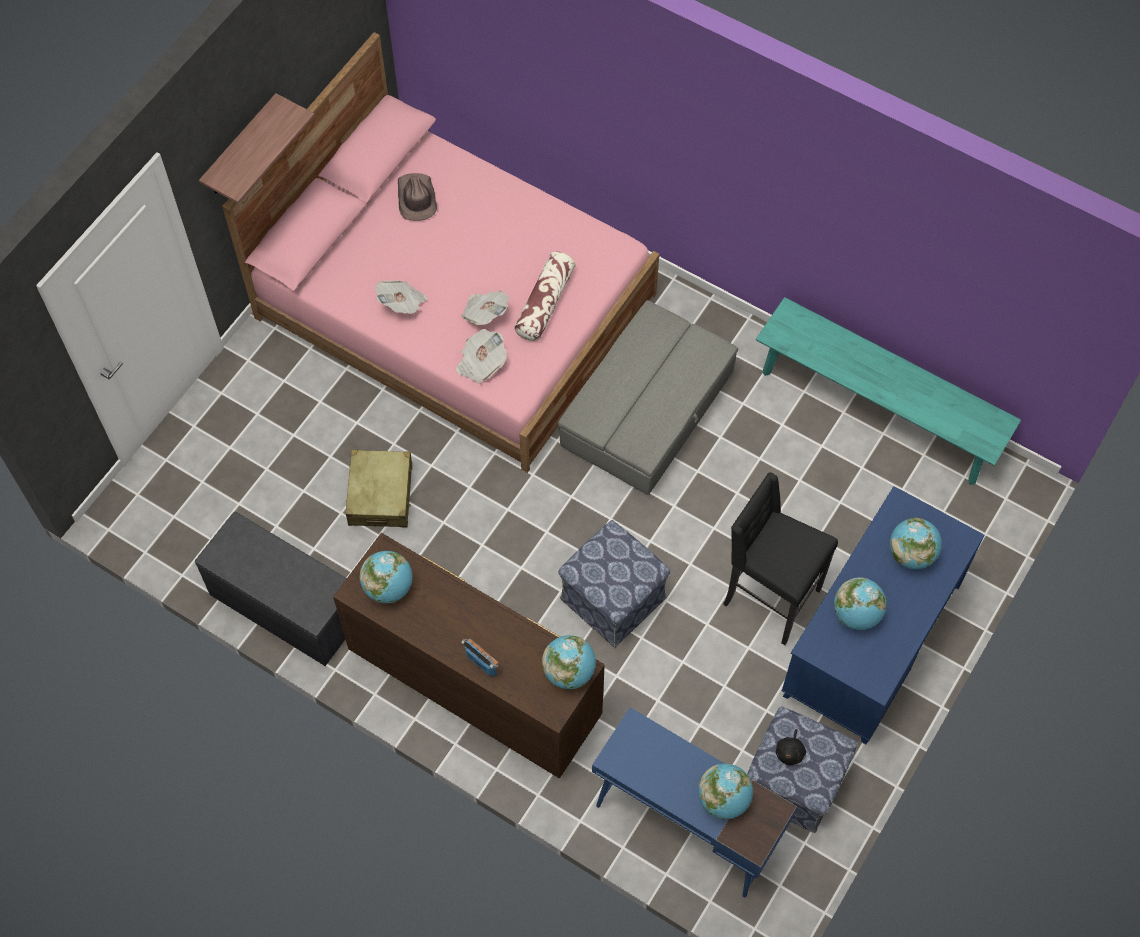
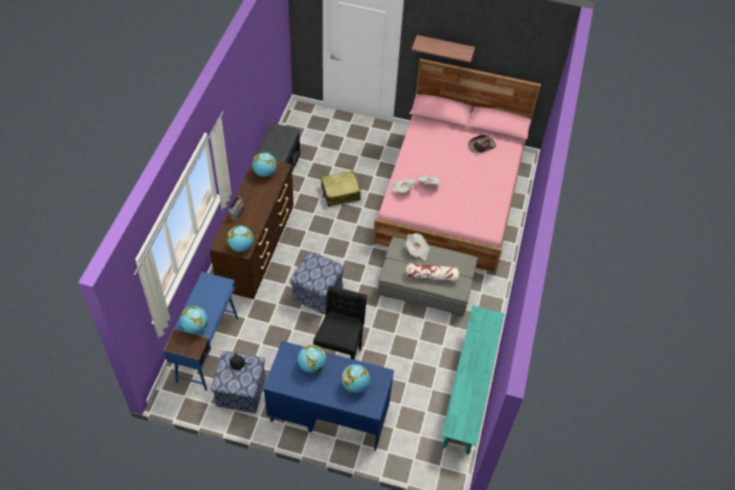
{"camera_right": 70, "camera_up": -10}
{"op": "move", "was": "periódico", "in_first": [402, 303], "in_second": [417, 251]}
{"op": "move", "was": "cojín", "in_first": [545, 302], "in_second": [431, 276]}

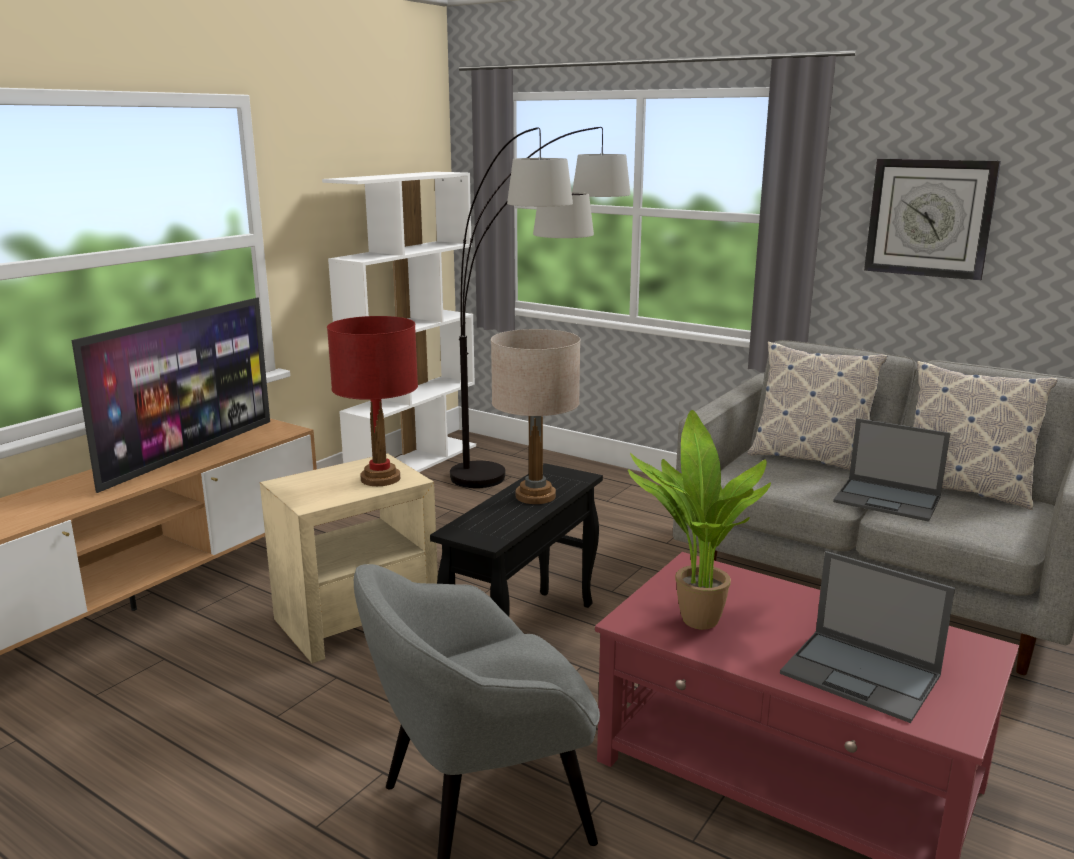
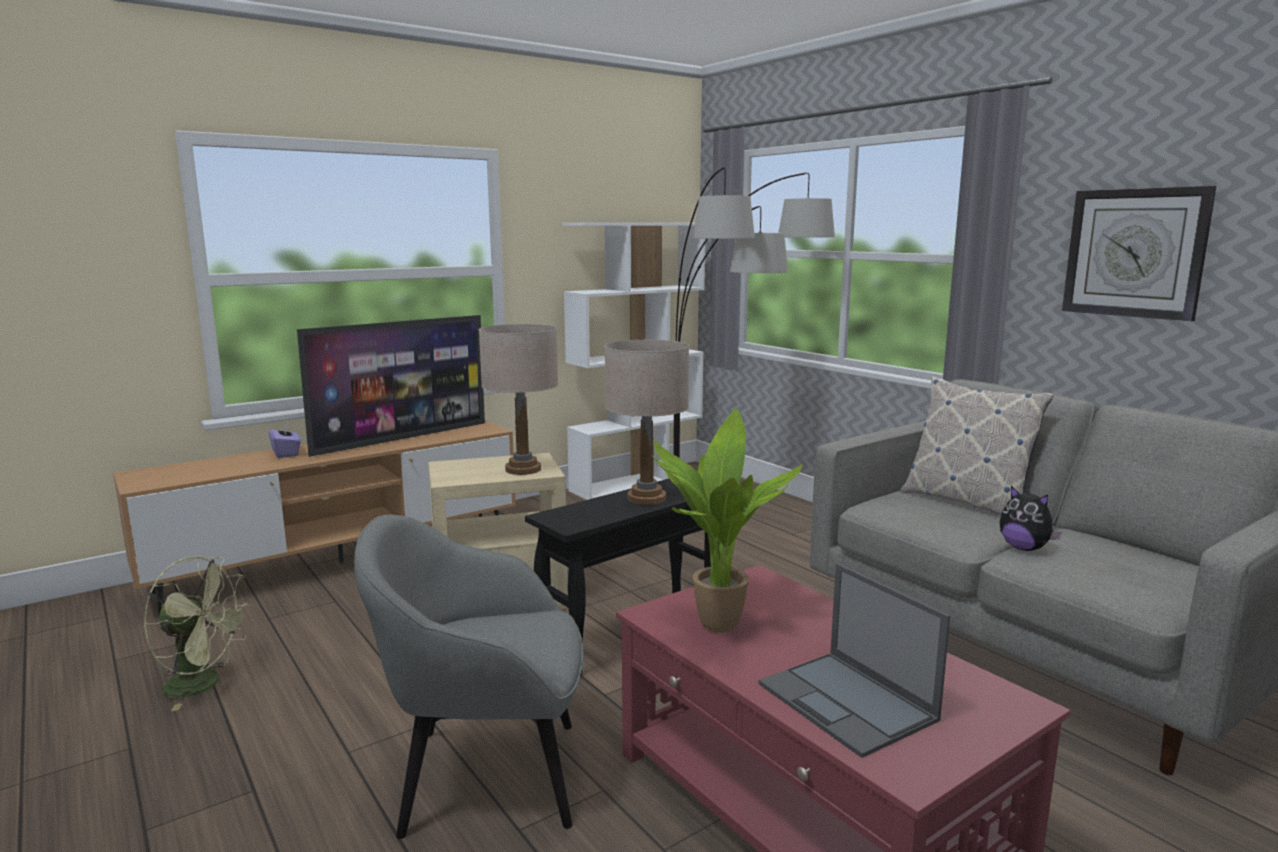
{"camera_right": 20, "camera_up": -5}
{"op": "delete", "was": "cojín", "in_first": [962, 489]}
{"op": "insert", "now": "ventilador [verde]", "in_second": [203, 685]}
{"op": "insert", "now": "caja de pañuelos [morado]", "in_second": [286, 453]}
{"op": "replace", "was": "portátil", "now": "peluche", "in_first": [888, 500], "in_second": [1024, 548]}
{"op": "recolor", "was": "lámpara de mesa [rojo]", "now": "lámpara de mesa [beis]", "in_first": [380, 479], "in_second": [523, 469]}

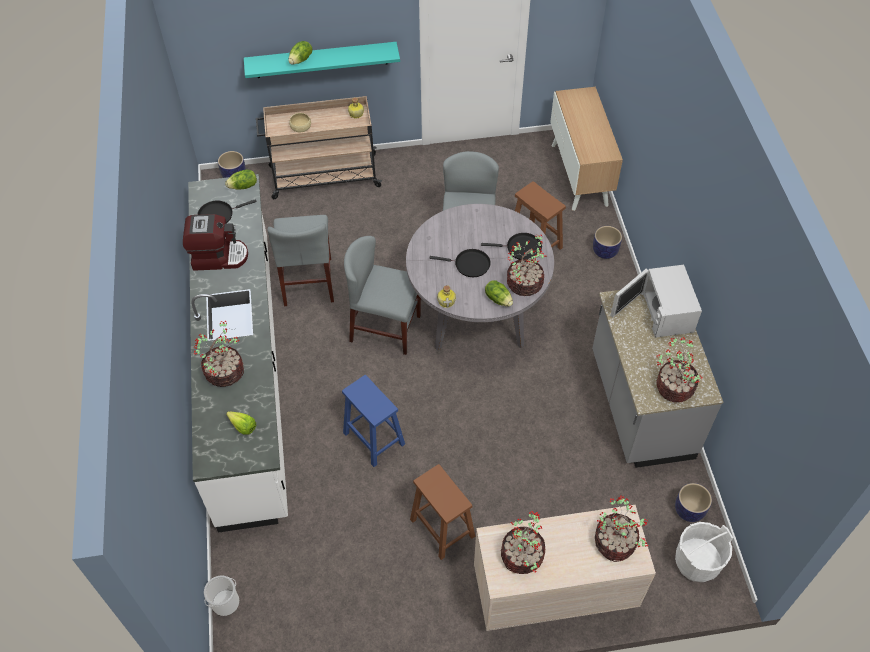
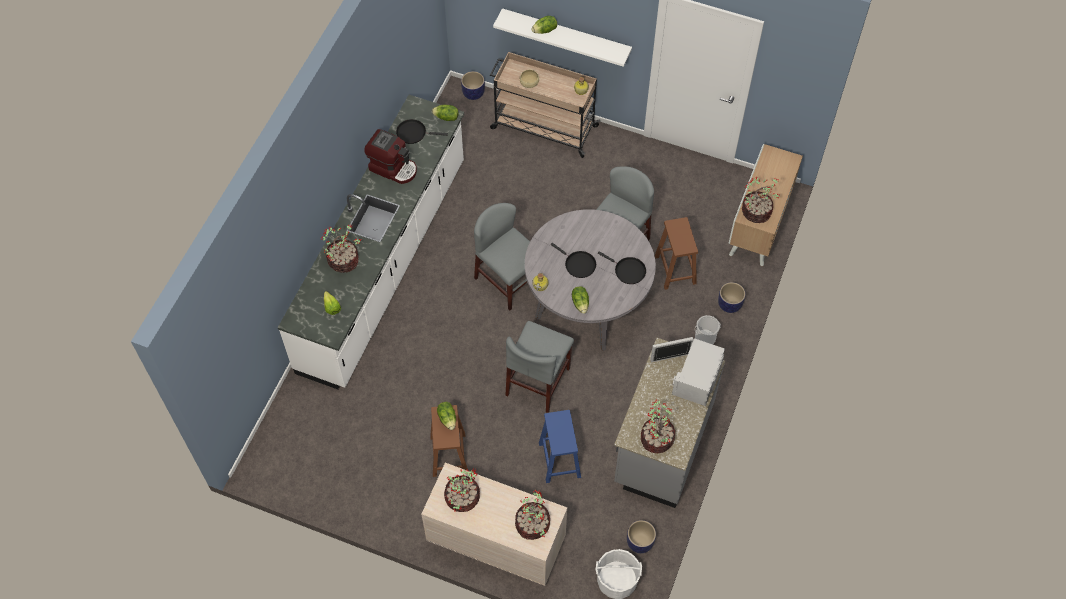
{"camera_right": 30, "camera_up": 5}
{"op": "insert", "now": "lechuga", "in_second": [448, 418]}
{"op": "move", "was": "cubo", "in_first": [225, 603], "in_second": [705, 338]}
{"op": "move", "was": "silla [gris]", "in_first": [308, 281], "in_second": [538, 381]}
{"op": "move", "was": "taburete [azul]", "in_first": [373, 438], "in_second": [559, 459]}
{"op": "move", "was": "planta en maceta", "in_first": [525, 283], "in_second": [757, 212]}
{"op": "recolor", "was": "estante [turquesa]", "now": "estante [blanco]", "in_first": [321, 60], "in_second": [566, 35]}

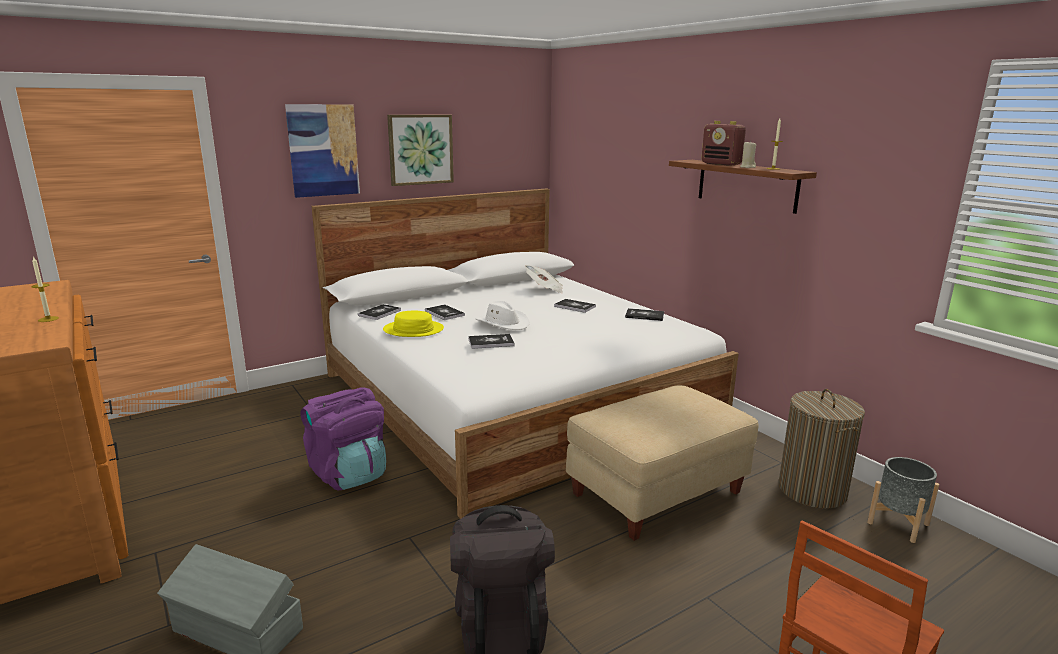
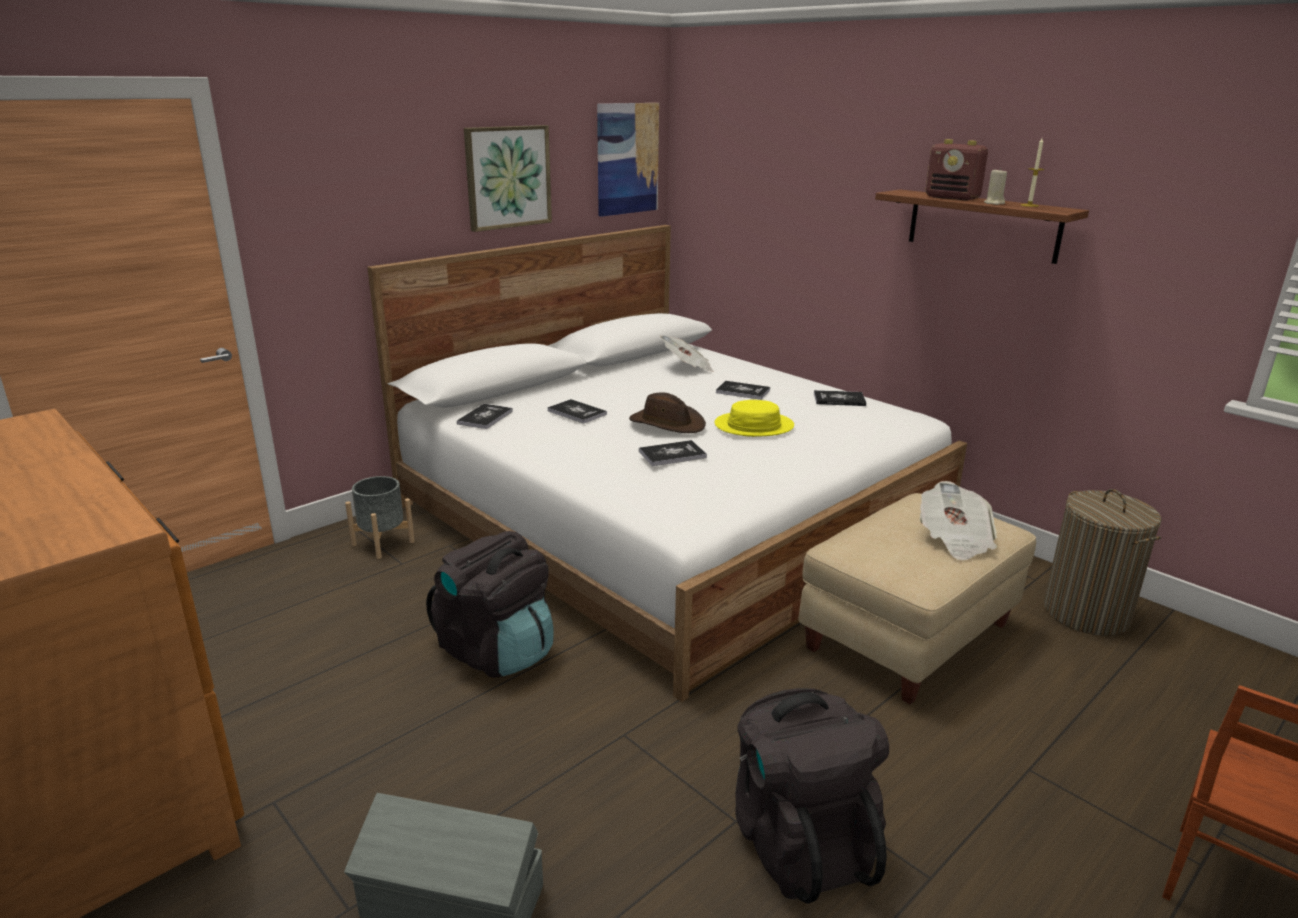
{"camera_right": -10, "camera_up": 5}
{"op": "delete", "was": "vela", "in_first": [48, 319]}
{"op": "insert", "now": "periódico", "in_second": [955, 540]}
{"op": "move", "was": "cuadro", "in_first": [323, 150], "in_second": [627, 159]}
{"op": "move", "was": "sombrero [amarillo]", "in_first": [413, 330], "in_second": [754, 426]}
{"op": "move", "was": "maceta [gris]", "in_first": [898, 524], "in_second": [382, 543]}
{"op": "recolor", "was": "mochila [morado]", "now": "mochila [negro]", "in_first": [348, 474], "in_second": [497, 651]}
{"op": "recolor", "was": "sombrero [blanco]", "now": "sombrero [marrón]", "in_first": [503, 323], "in_second": [667, 423]}

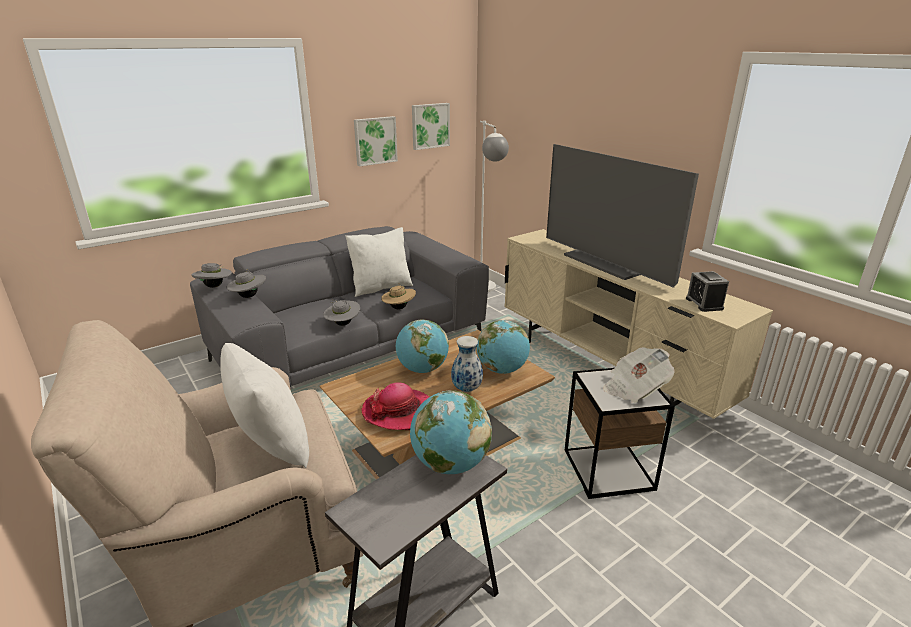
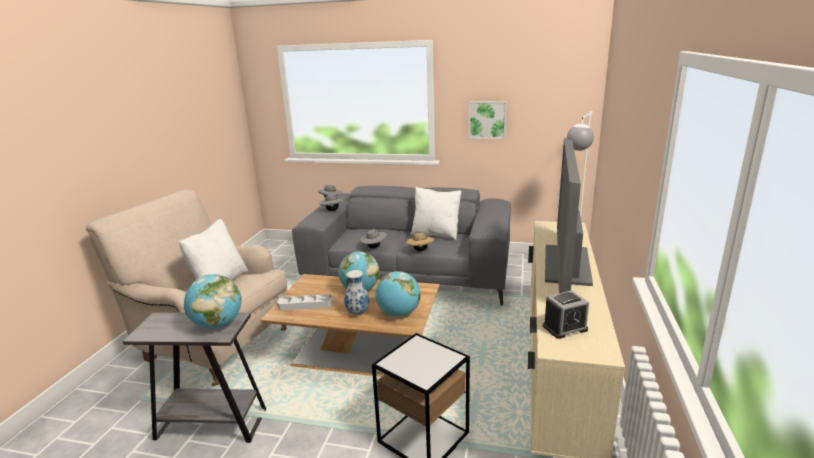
{"camera_right": 50, "camera_up": -5}
{"op": "delete", "was": "cuadro", "in_first": [430, 126]}
{"op": "delete", "was": "periódico", "in_first": [634, 388]}
{"op": "replace", "was": "sombrero", "now": "bandeja [gris]", "in_first": [399, 412], "in_second": [305, 305]}
{"op": "rotate", "was": "despertador", "in_first": [704, 304], "in_second": [564, 328], "clockwise": -150}

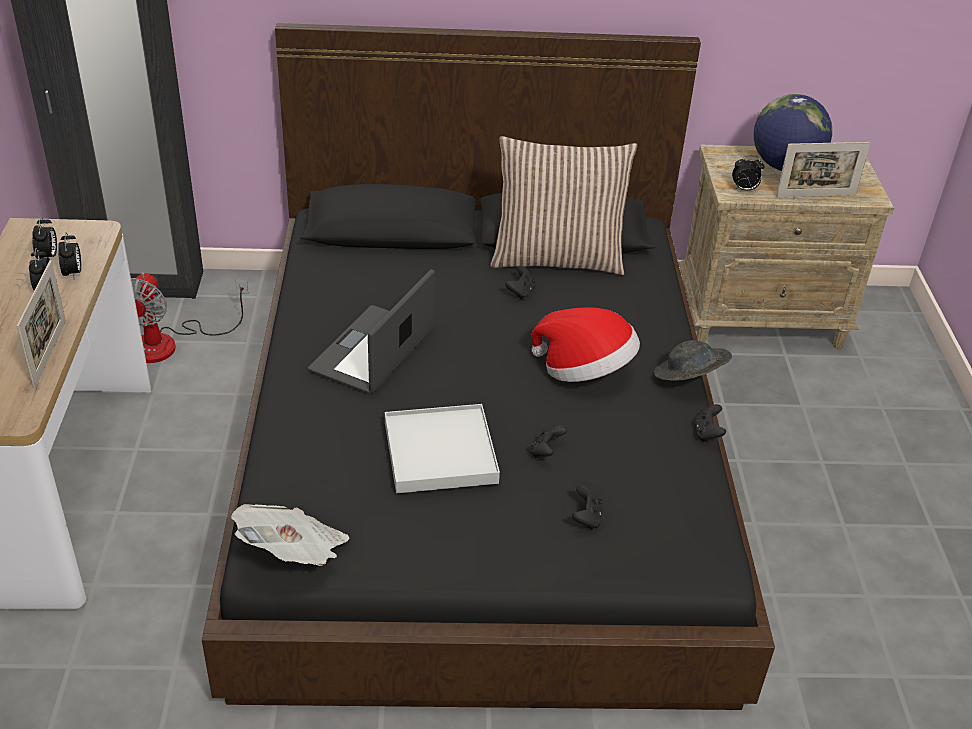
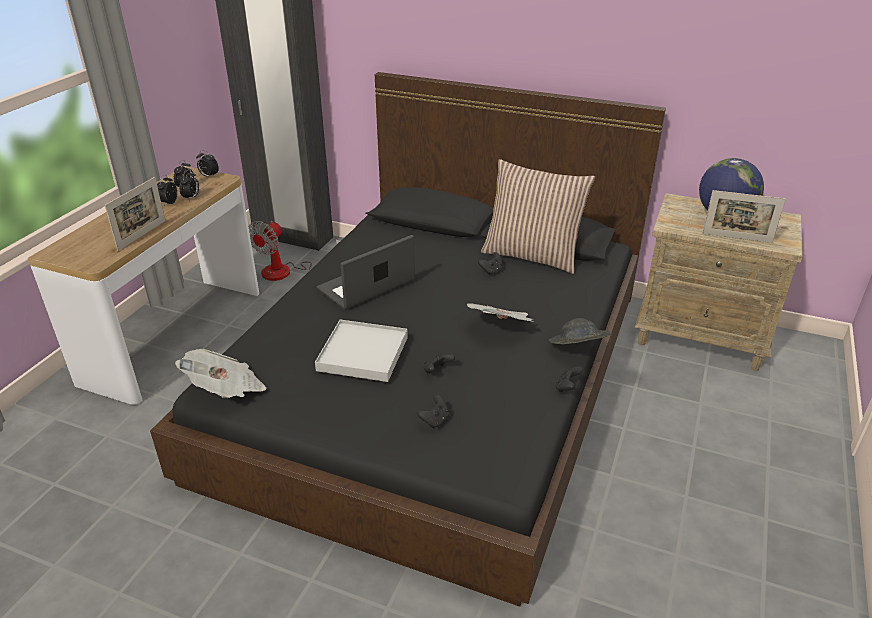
{"camera_right": 25, "camera_up": -5}
{"op": "move", "was": "despertador", "in_first": [744, 189], "in_second": [209, 176]}
{"op": "replace", "was": "sombrero", "now": "periódico", "in_first": [584, 371], "in_second": [502, 327]}

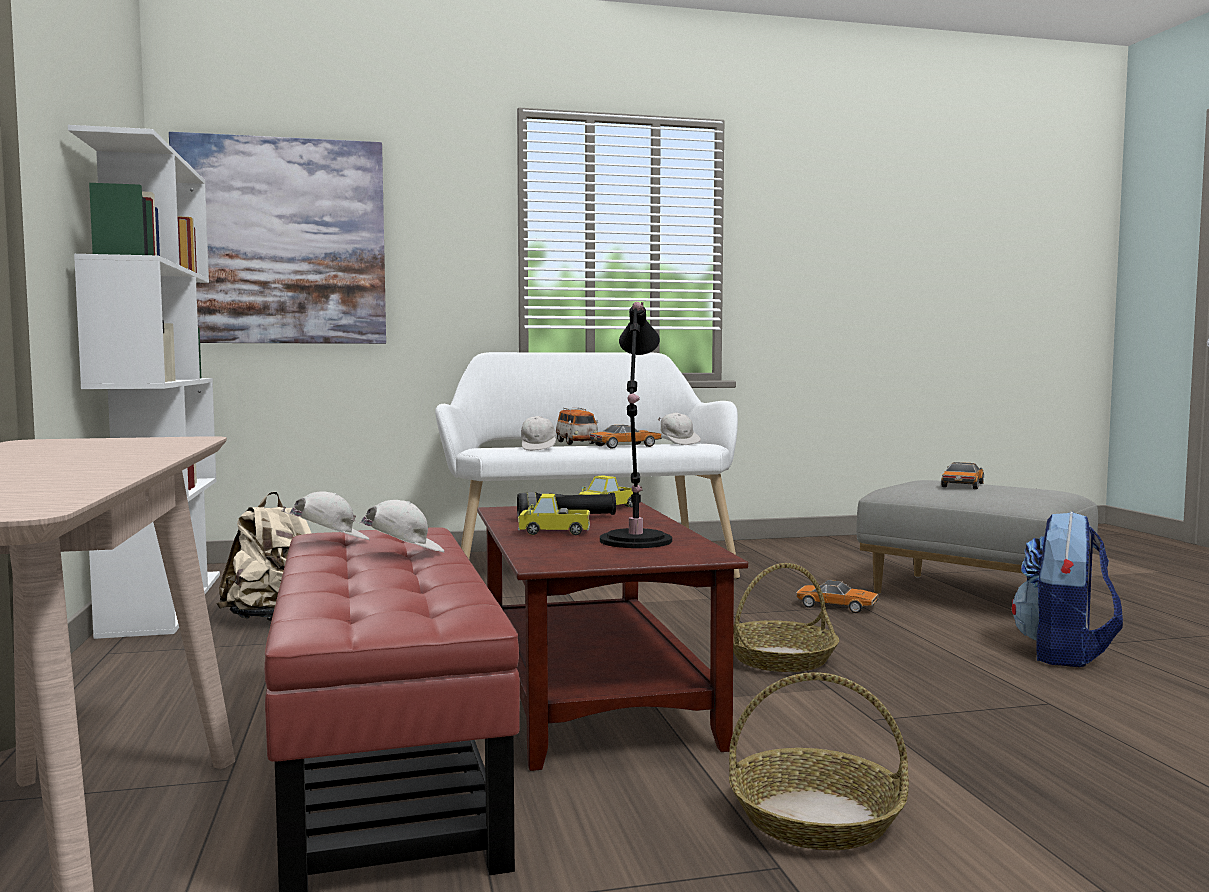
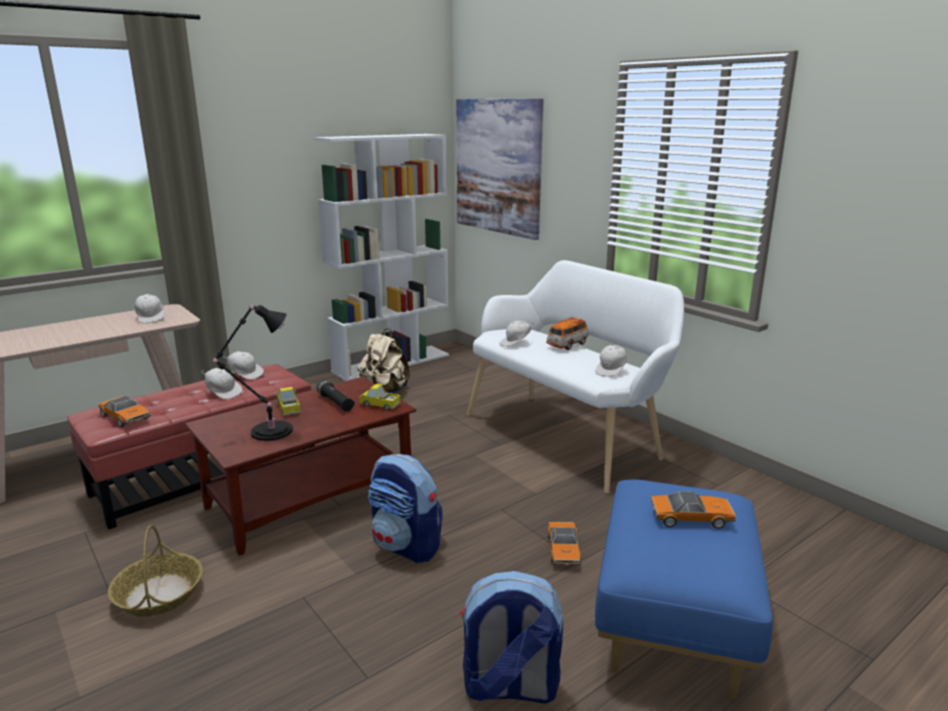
{"camera_right": 65, "camera_up": 15}
{"op": "insert", "now": "gorra [blanco]", "in_second": [151, 318]}
{"op": "move", "was": "coche de juguete", "in_first": [625, 446], "in_second": [125, 417]}
{"op": "replace", "was": "cesta", "now": "mochila", "in_first": [780, 659], "in_second": [406, 546]}
{"op": "recolor", "was": "puf [gris]", "now": "puf [azul]", "in_first": [971, 597], "in_second": [671, 621]}

